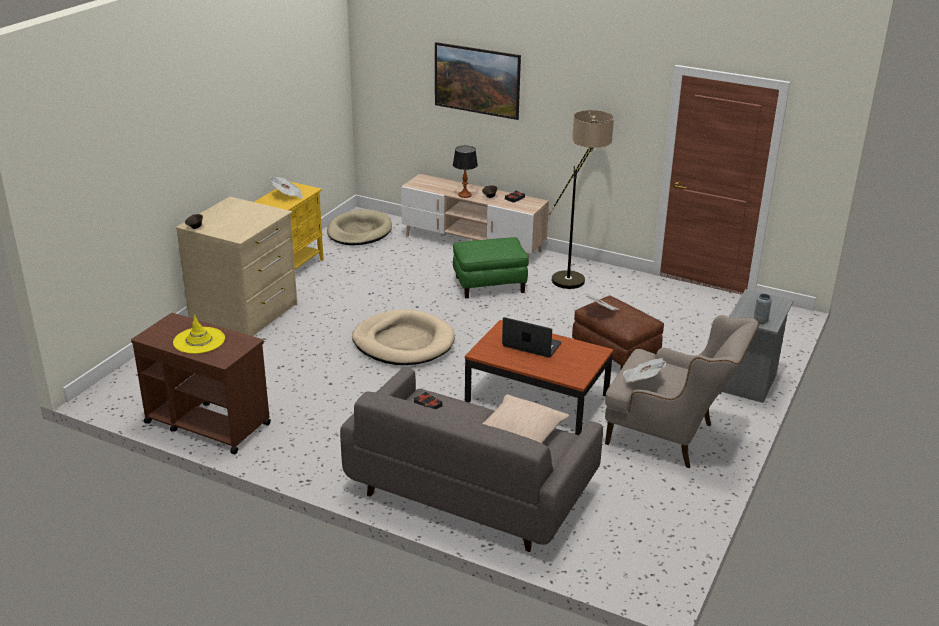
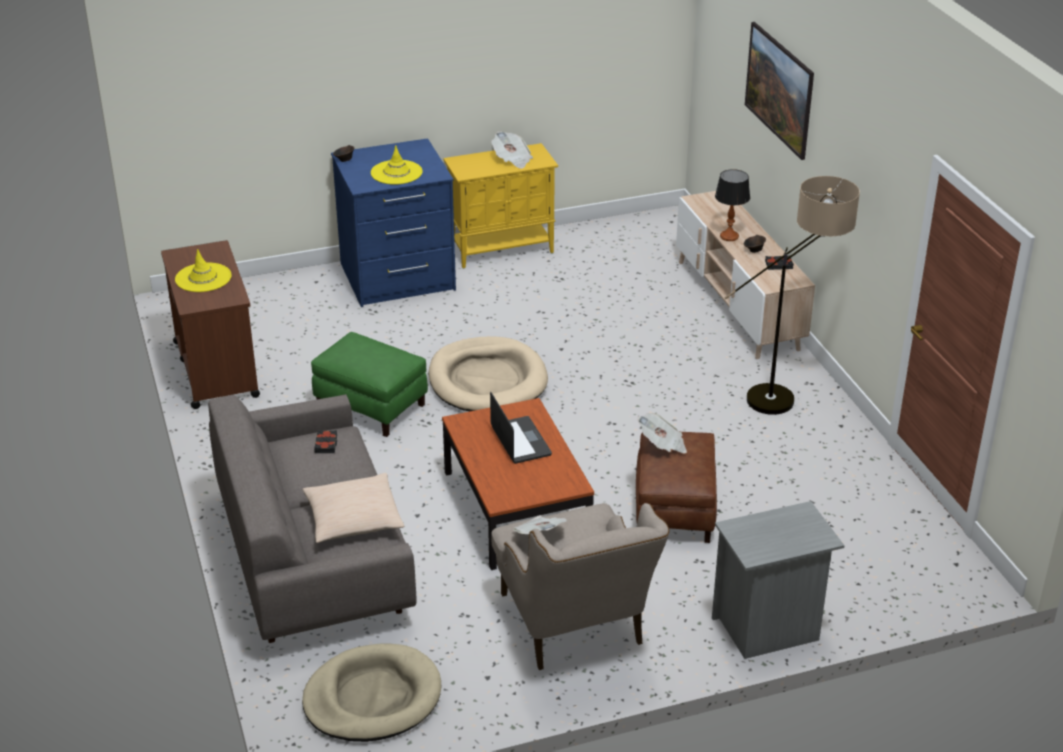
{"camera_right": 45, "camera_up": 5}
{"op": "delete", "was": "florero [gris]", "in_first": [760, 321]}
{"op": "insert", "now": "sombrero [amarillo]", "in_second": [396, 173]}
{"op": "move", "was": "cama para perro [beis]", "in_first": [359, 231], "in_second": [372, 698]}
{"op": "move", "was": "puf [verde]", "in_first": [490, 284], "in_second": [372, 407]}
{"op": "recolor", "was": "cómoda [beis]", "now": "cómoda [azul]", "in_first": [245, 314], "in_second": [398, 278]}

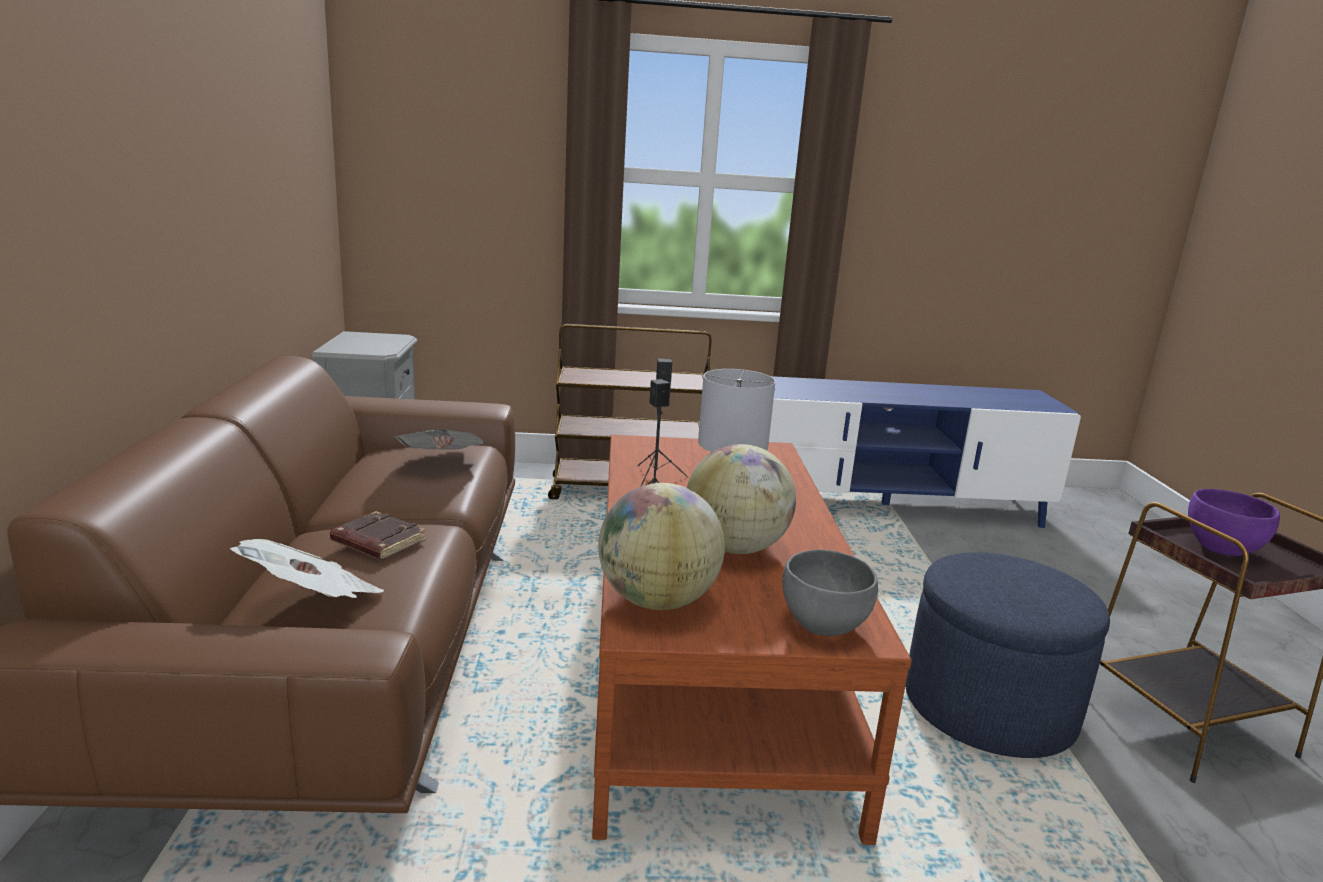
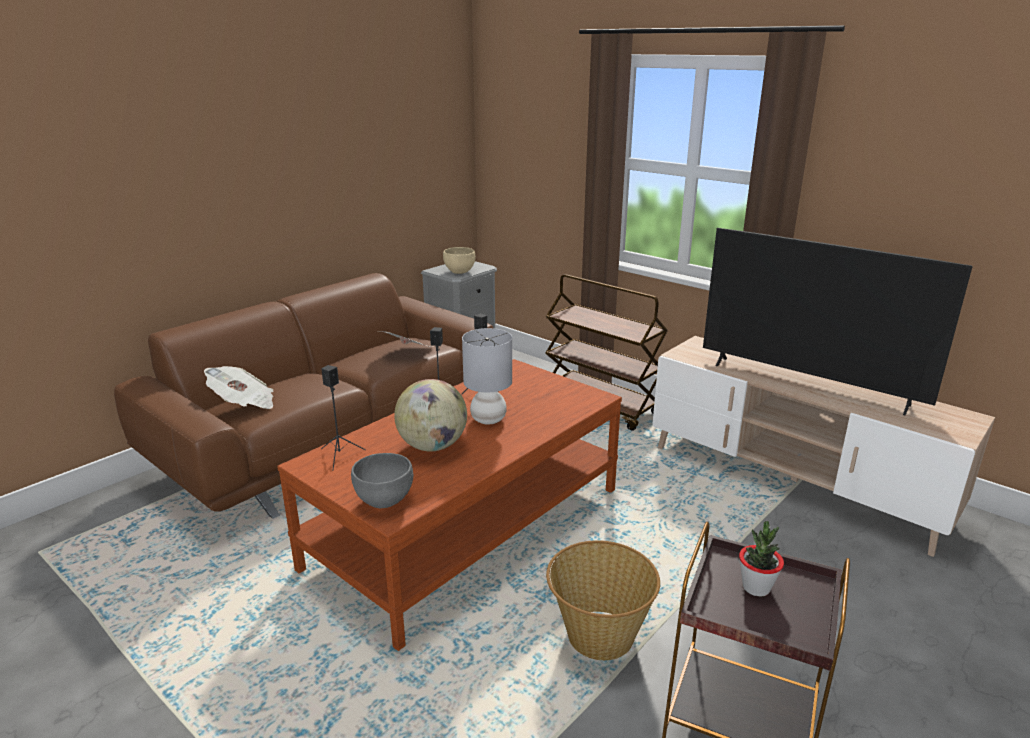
{"camera_right": 45, "camera_up": 5}
{"op": "delete", "was": "libro [marrón]", "in_first": [377, 542]}
{"op": "insert", "now": "cuenco [beis]", "in_second": [459, 272]}
{"op": "insert", "now": "televisor", "in_second": [807, 384]}
{"op": "replace", "was": "globo terráqueo", "now": "altavoz [negro]", "in_first": [657, 601], "in_second": [340, 455]}
{"op": "replace", "was": "puf [azul]", "now": "cesta", "in_first": [988, 707], "in_second": [599, 636]}
{"op": "replace", "was": "cuenco [morado]", "now": "planta en maceta", "in_first": [1221, 549], "in_second": [756, 588]}
{"op": "recolor", "was": "mueble de televisión [azul]", "now": "mueble de televisión [beis]", "in_first": [886, 506], "in_second": [793, 482]}

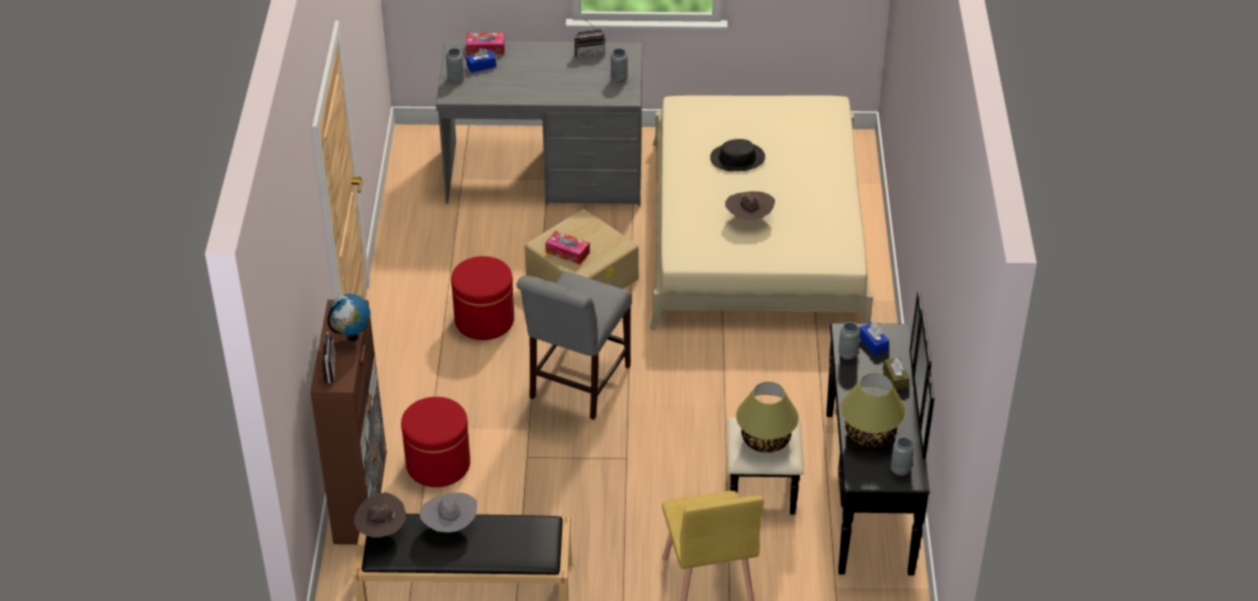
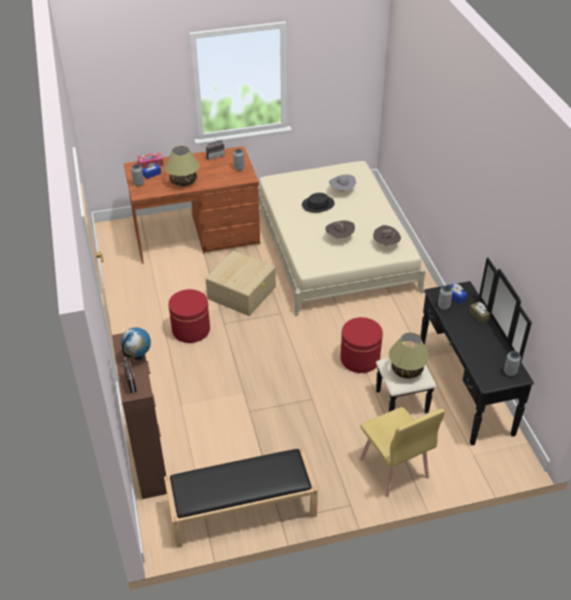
{"camera_right": -15, "camera_up": 0}
{"op": "delete", "was": "silla [gris]", "in_first": [576, 385]}
{"op": "delete", "was": "caja de pañuelos", "in_first": [567, 252]}
{"op": "move", "was": "sombrero [marrón]", "in_first": [381, 531], "in_second": [386, 245]}
{"op": "move", "was": "puf [rojo]", "in_first": [438, 464], "in_second": [360, 359]}
{"op": "move", "was": "sombrero [gris]", "in_first": [450, 526], "in_second": [342, 191]}
{"op": "move", "was": "lámpara de mesa", "in_first": [869, 433], "in_second": [183, 181]}
{"op": "recolor", "was": "escritorio [gris]", "now": "escritorio [marrón]", "in_first": [545, 174], "in_second": [197, 235]}

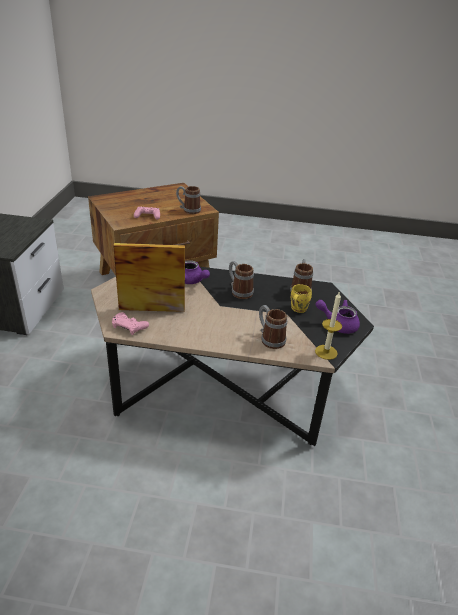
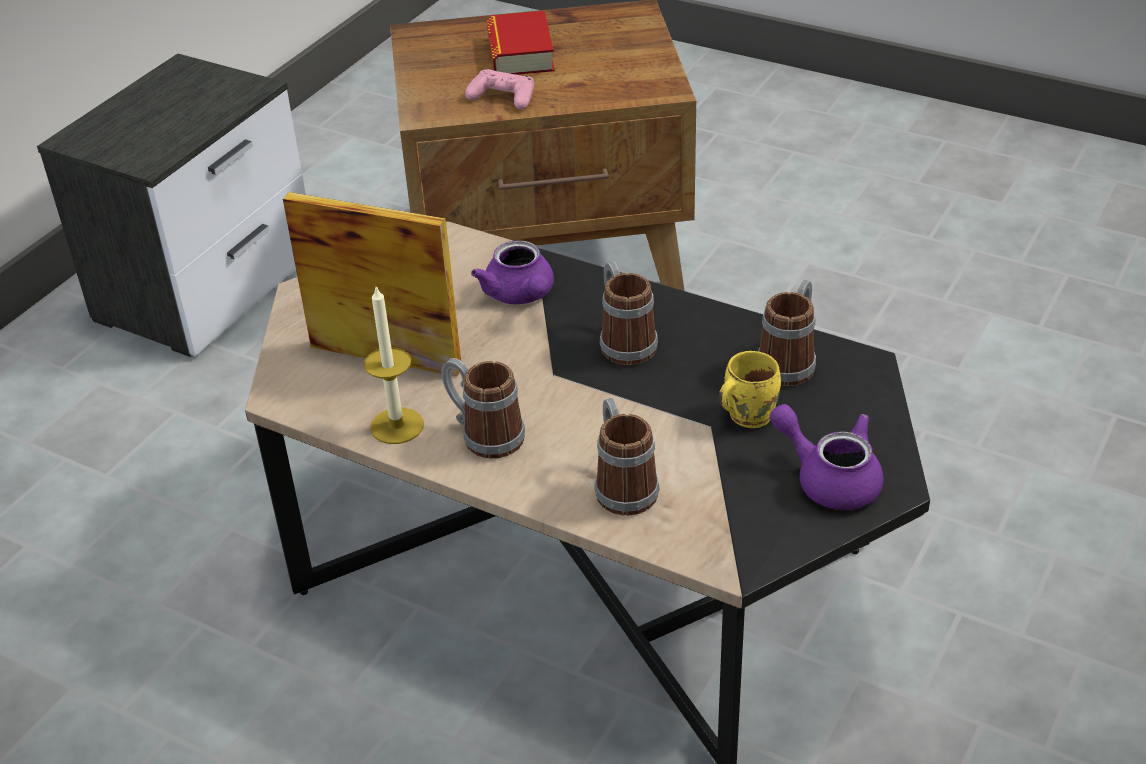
{"camera_right": 25, "camera_up": 5}
{"op": "delete", "was": "mando de consola [rosa]", "in_first": [129, 326]}
{"op": "insert", "now": "libro", "in_second": [520, 53]}
{"op": "move", "was": "taza grande", "in_first": [188, 210], "in_second": [484, 434]}
{"op": "move", "was": "vela", "in_first": [326, 352], "in_second": [397, 426]}

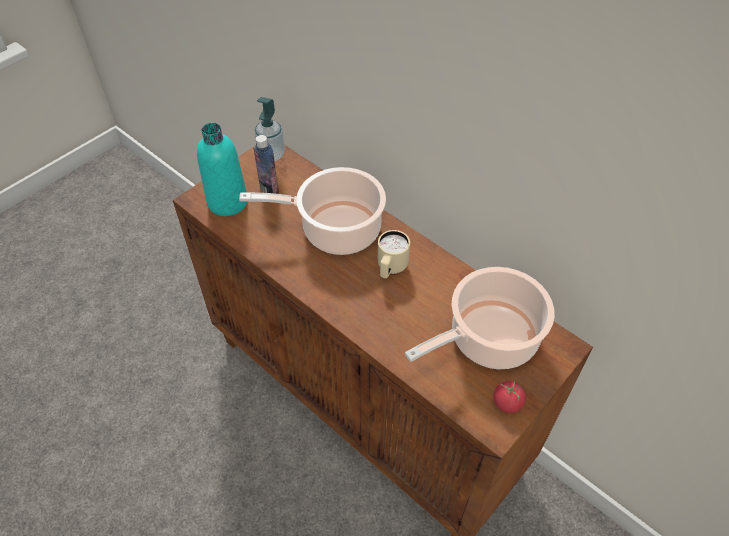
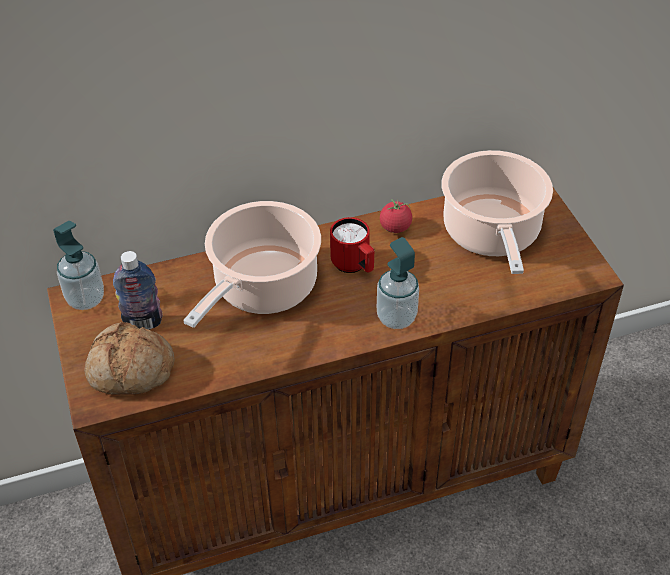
{"camera_right": -60, "camera_up": -5}
{"op": "insert", "now": "dispensador de jabón", "in_second": [396, 317]}
{"op": "move", "was": "tomate", "in_first": [507, 402], "in_second": [395, 227]}
{"op": "replace", "was": "botella [turquesa]", "now": "pan", "in_first": [227, 202], "in_second": [130, 371]}
{"op": "recolor", "was": "taza grande [beis]", "now": "taza grande [rojo]", "in_first": [390, 269], "in_second": [354, 266]}

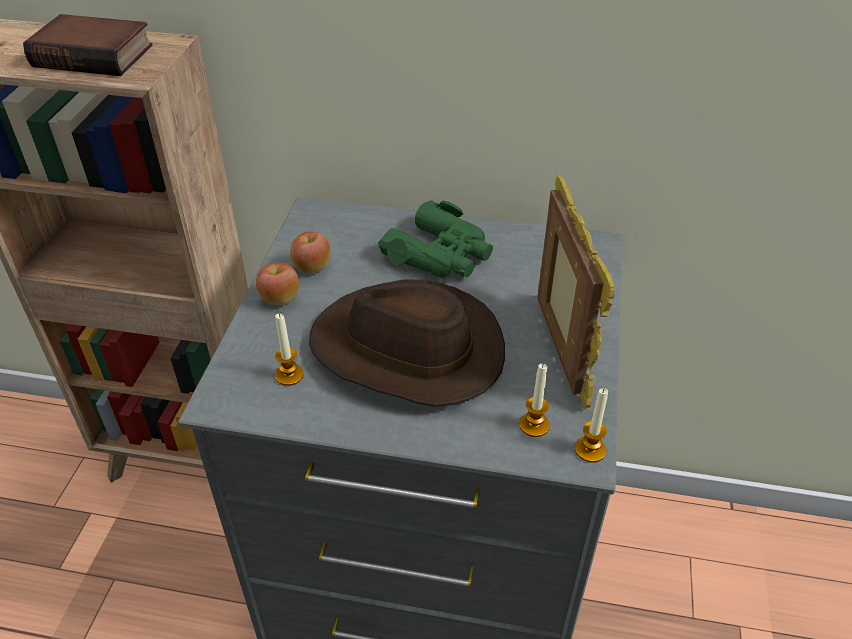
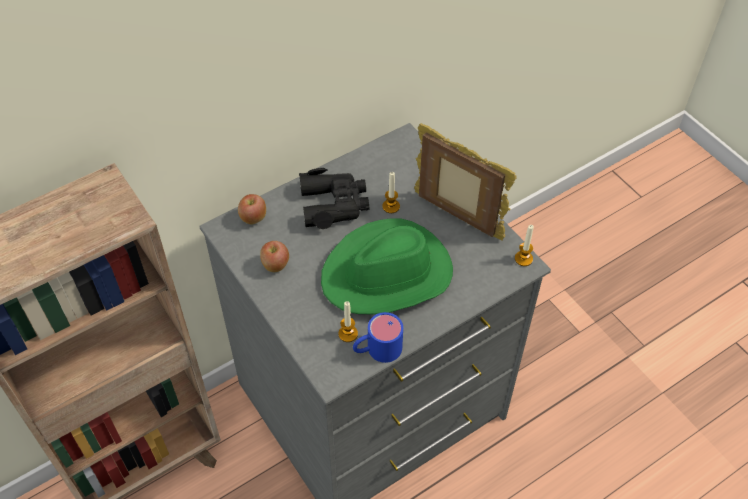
{"camera_right": -45, "camera_up": 10}
{"op": "delete", "was": "libro", "in_first": [96, 55]}
{"op": "insert", "now": "taza grande [azul]", "in_second": [377, 350]}
{"op": "move", "was": "manzana", "in_first": [280, 299], "in_second": [253, 218]}
{"op": "move", "was": "vela", "in_first": [534, 425], "in_second": [391, 206]}
{"op": "recolor", "was": "sombrero [marrón]", "now": "sombrero [verde]", "in_first": [407, 350], "in_second": [388, 274]}
{"op": "recolor", "was": "prismáticos [verde]", "now": "prismáticos [negro]", "in_first": [440, 254], "in_second": [334, 204]}

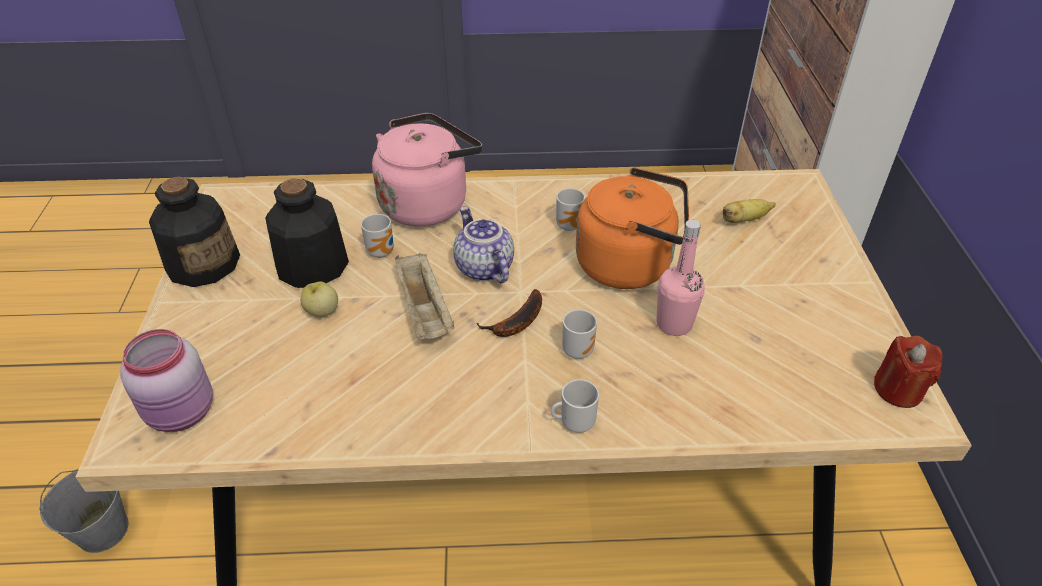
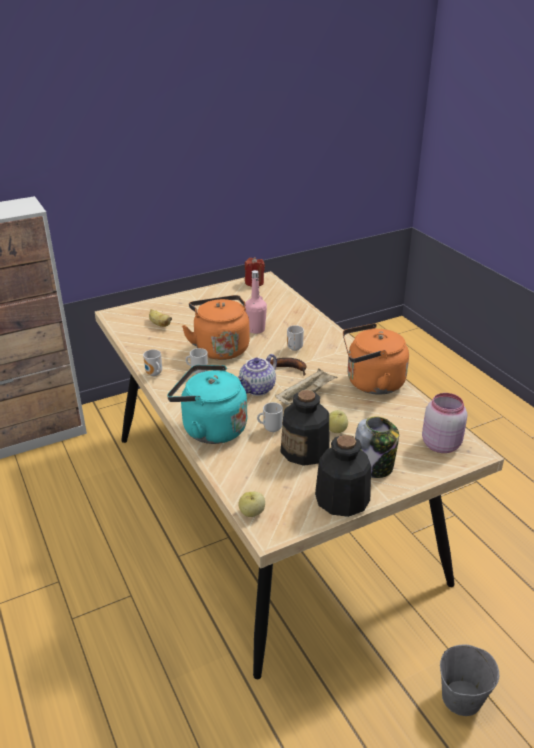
{"camera_right": -115, "camera_up": -10}
{"op": "insert", "now": "manzana", "in_second": [252, 513]}
{"op": "insert", "now": "hervidor [naranja]", "in_second": [371, 383]}
{"op": "insert", "now": "tarro", "in_second": [373, 466]}
{"op": "move", "was": "taza grande", "in_first": [574, 423], "in_second": [154, 374]}
{"op": "recolor", "was": "hervidor [rosa]", "now": "hervidor [turquesa]", "in_first": [427, 203], "in_second": [210, 429]}

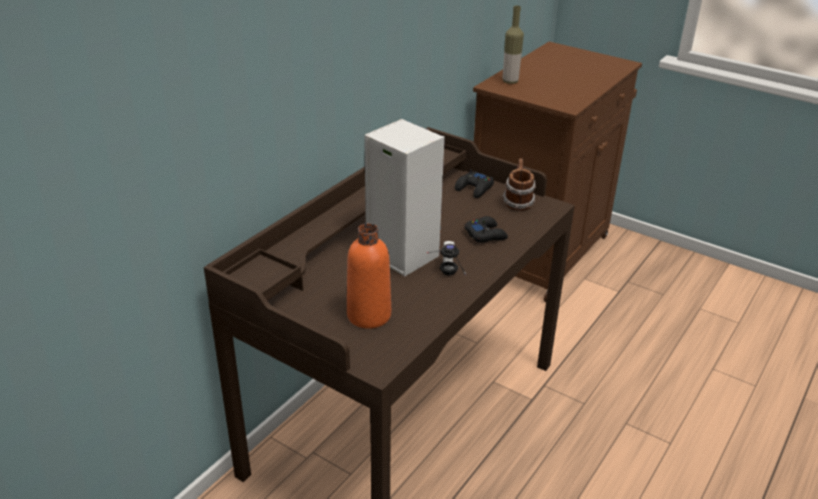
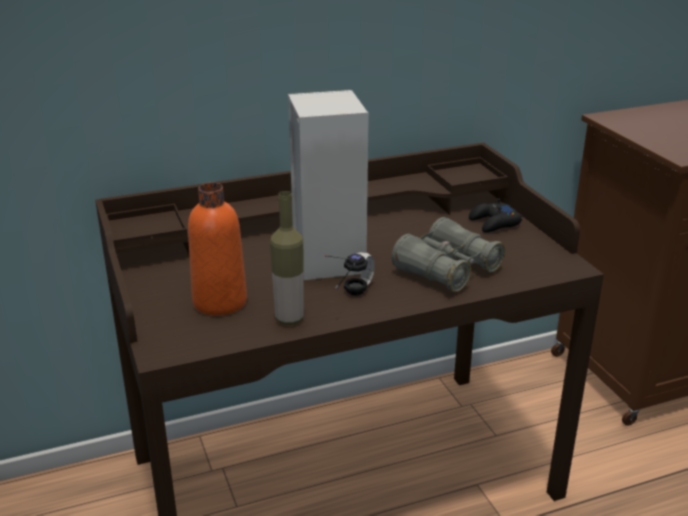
{"camera_right": 35, "camera_up": -5}
{"op": "delete", "was": "taza grande", "in_first": [517, 203]}
{"op": "move", "was": "botella", "in_first": [510, 81], "in_second": [289, 319]}
{"op": "replace", "was": "mando de consola [negro]", "now": "prismáticos [gris]", "in_first": [485, 234], "in_second": [447, 270]}

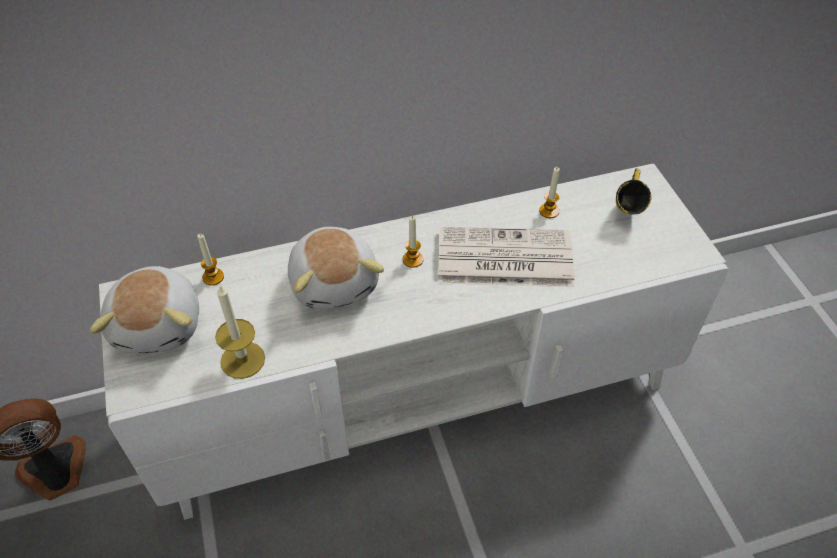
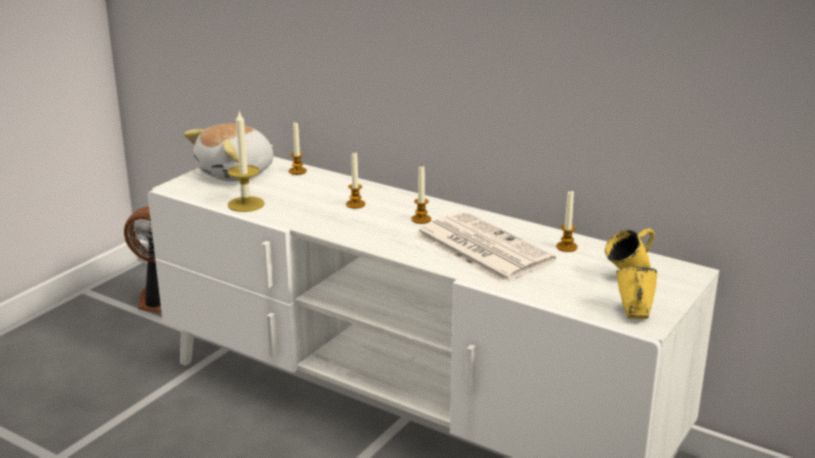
{"camera_right": 50, "camera_up": -25}
{"op": "insert", "now": "taza grande [amarillo]", "in_second": [634, 314]}
{"op": "replace", "was": "peluche", "now": "vela", "in_first": [335, 282], "in_second": [355, 204]}

